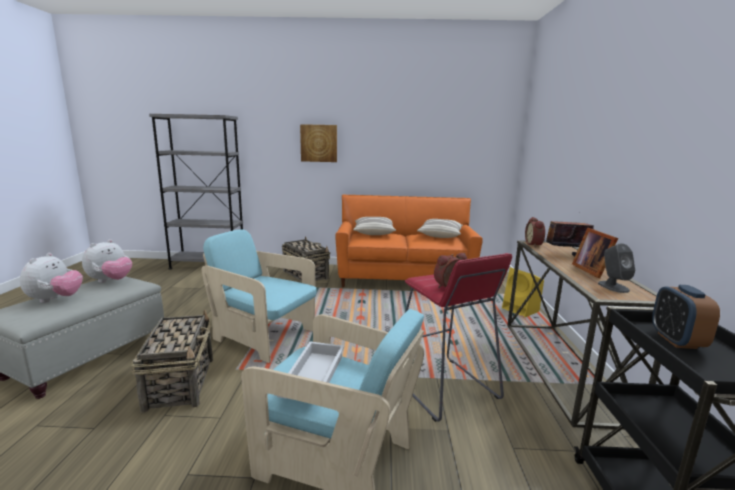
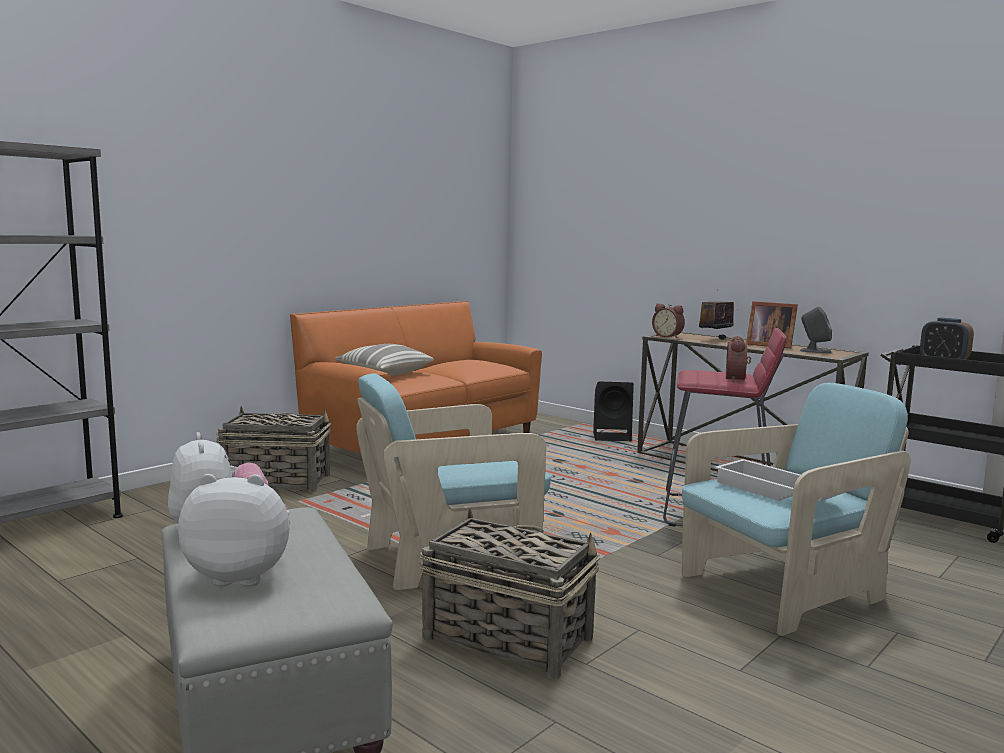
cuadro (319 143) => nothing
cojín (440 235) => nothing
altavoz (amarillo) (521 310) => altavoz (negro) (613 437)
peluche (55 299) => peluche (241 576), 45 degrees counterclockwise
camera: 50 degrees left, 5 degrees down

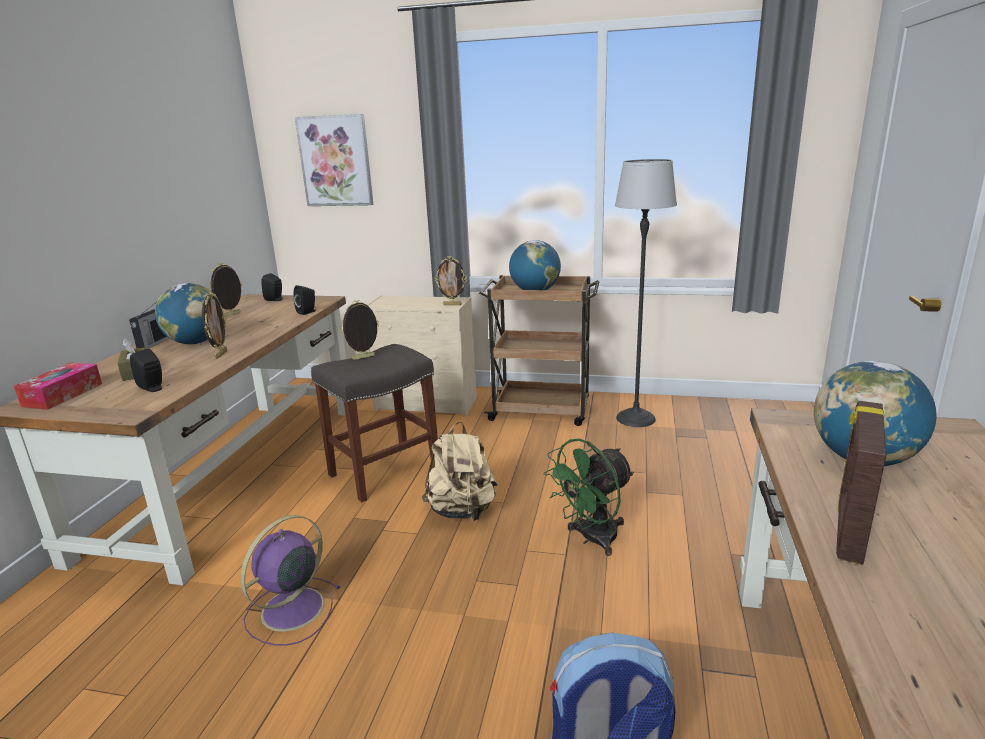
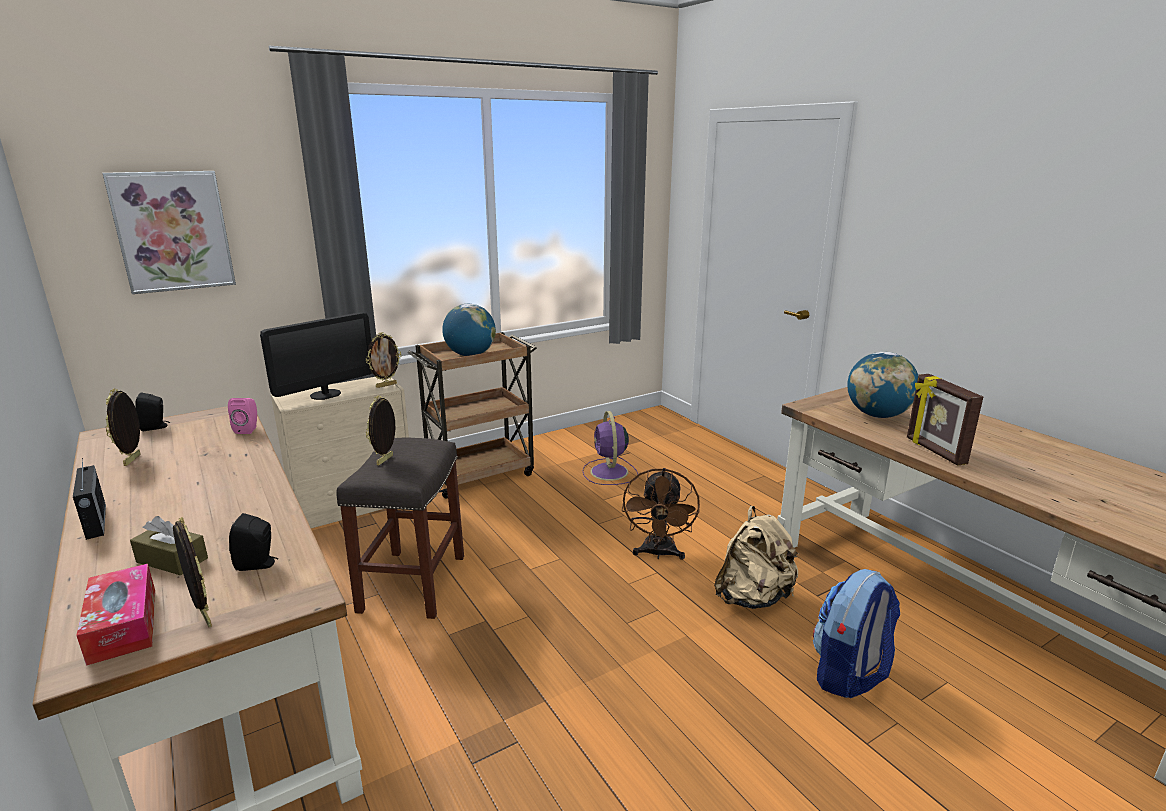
globo terráqueo (195 342) => nothing
lámpara de pie (636 418) => nothing
nothing => monitor (325 394)
portarretratos (220 354) => portarretratos (203 617), moved
ventilador (morado) (290 611) => ventilador (morado) (609 472), moved
mochila (beis) (462 511) => mochila (beis) (753 597), moved
altavoz (negro) (308 312) => altavoz (rosa) (248 429)
ventilador (verde) (591 539) => ventilador (marrón) (658 554)
camera: 45 degrees left, 0 degrees up

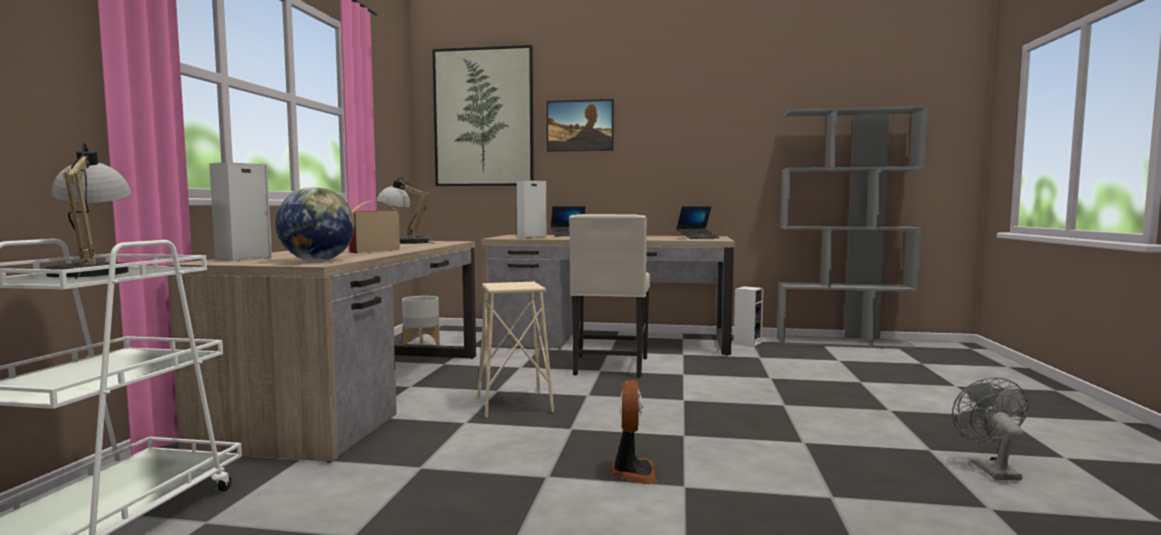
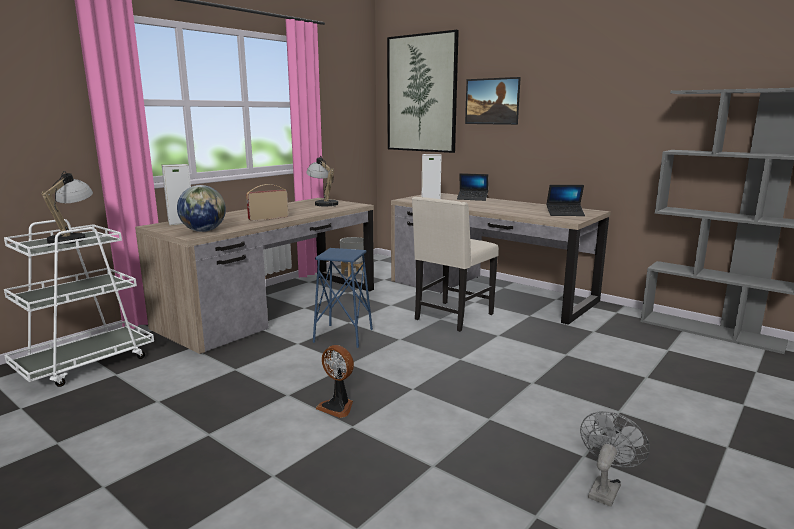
altavoz (747 342) => nothing
taburete (beis) (514 404) => taburete (azul) (343 336)
ventilador (633 472) => ventilador (337 407), 90 degrees clockwise
camera: 30 degrees right, 10 degrees up

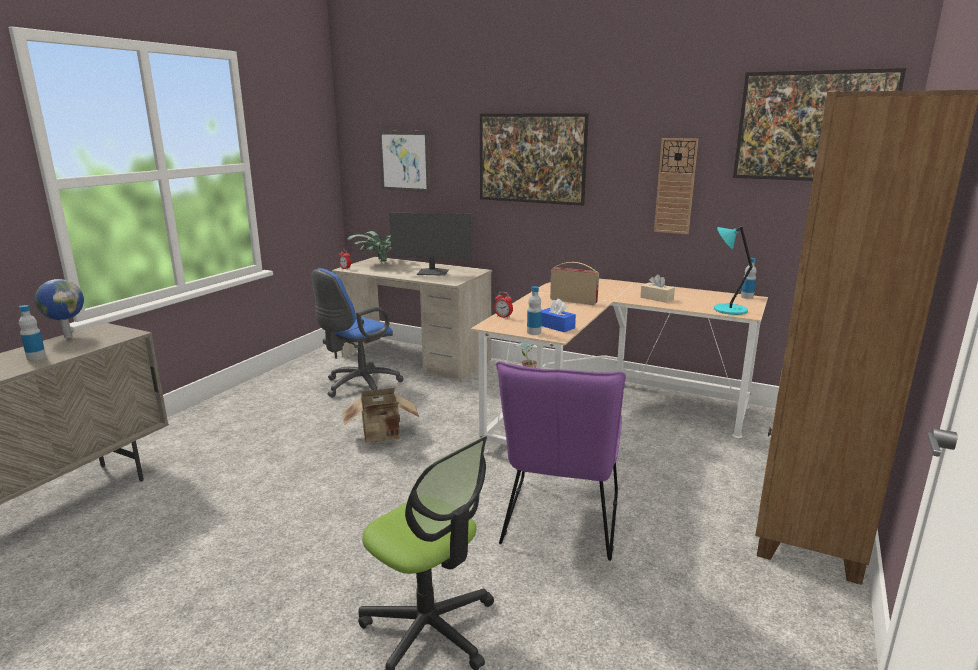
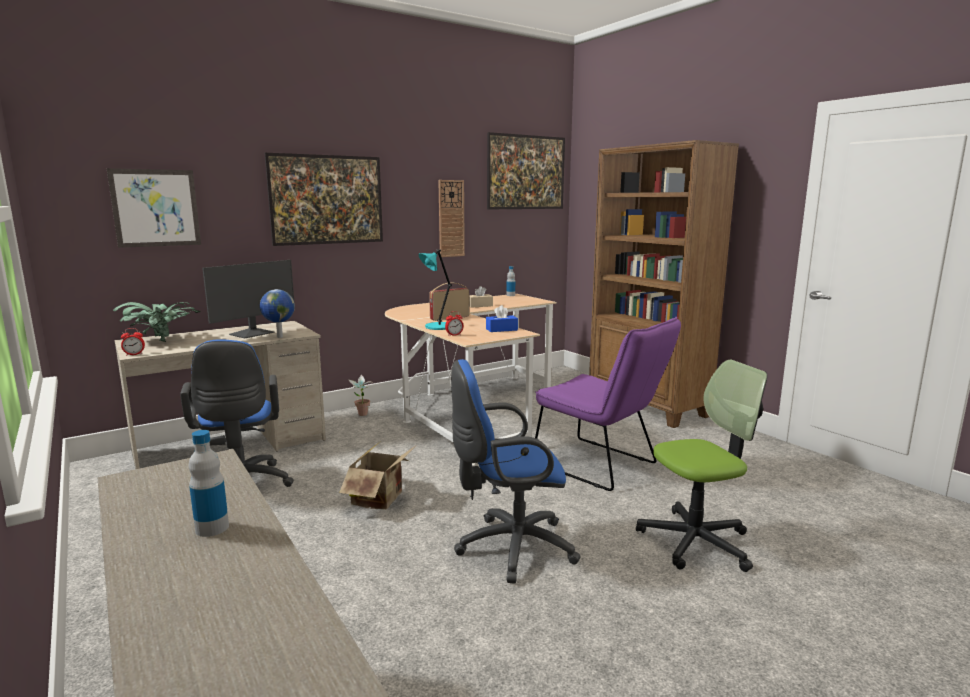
botella (534 332) => nothing
nothing => silla de oficina (azul) (509 548)
globo terráqueo (68 336) => globo terráqueo (279 337), moved
lámpara de mesa (turquesa) (728 310) => lámpara de mesa (turquesa) (438 327), moved
camera: 60 degrees left, 5 degrees down

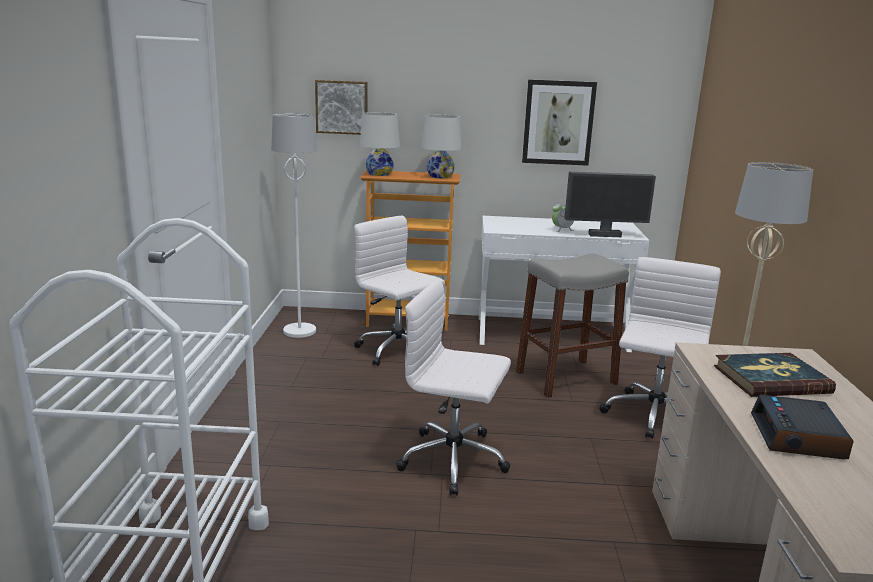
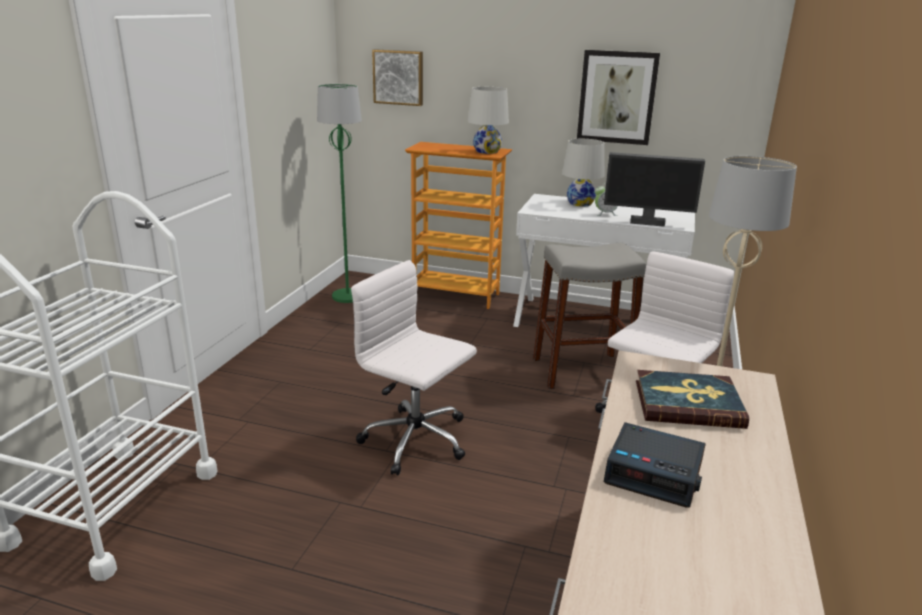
silla de oficina (blanco) (398 350) => nothing
lámpara de mesa (blanco) (379 174) => lámpara de mesa (blanco) (580 203), moved
lámpara de pie (blanco) (300 331) => lámpara de pie (verde) (348 296)
despertador (798 437) => despertador (655 473), 90 degrees counterclockwise
camera: 15 degrees right, 5 degrees up

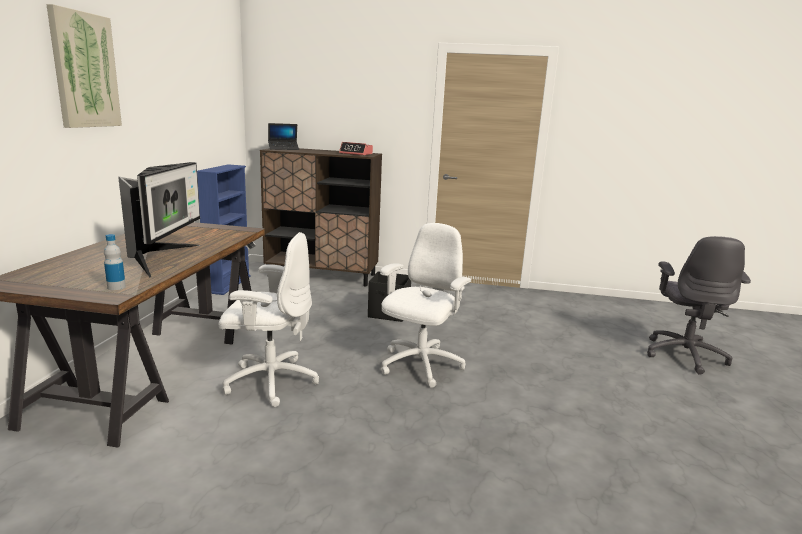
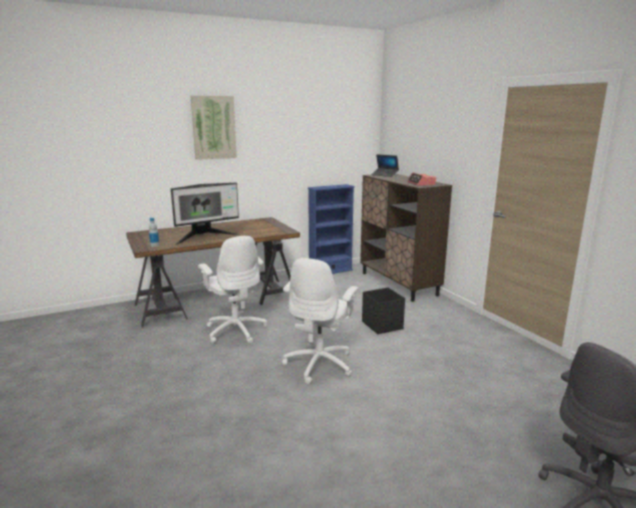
silla de oficina (blanco) (419 366) => silla de oficina (blanco) (320 364), 120 degrees clockwise
camera: 55 degrees right, 0 degrees up

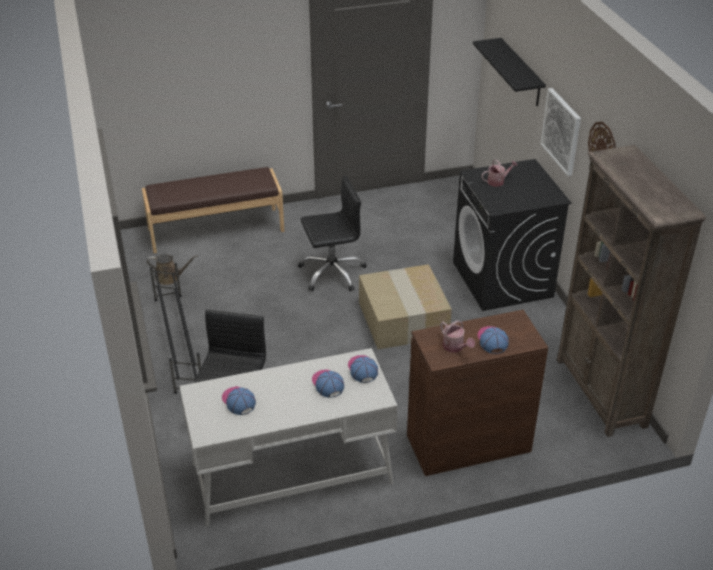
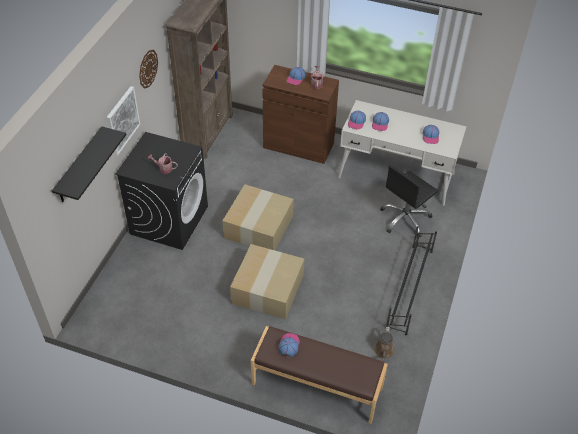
nothing => gorra (289 345)
silla de oficina (negro) (332 272) => caja de cartón (267 288)
regadera (marrón) (170 277) => regadera (marrón) (384 351), 120 degrees counterclockwise
camera: 145 degrees left, 10 degrees up

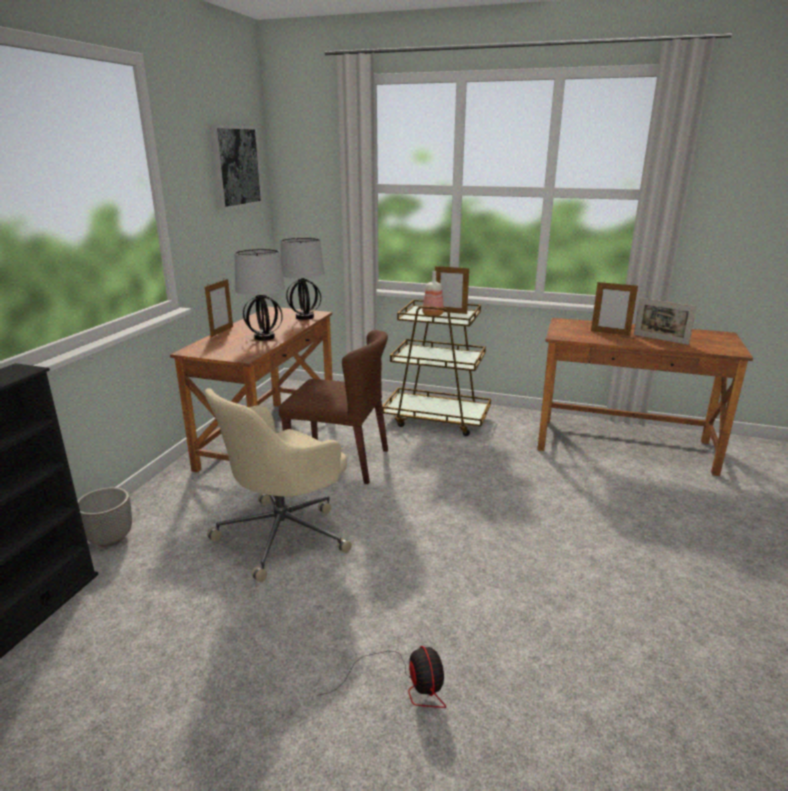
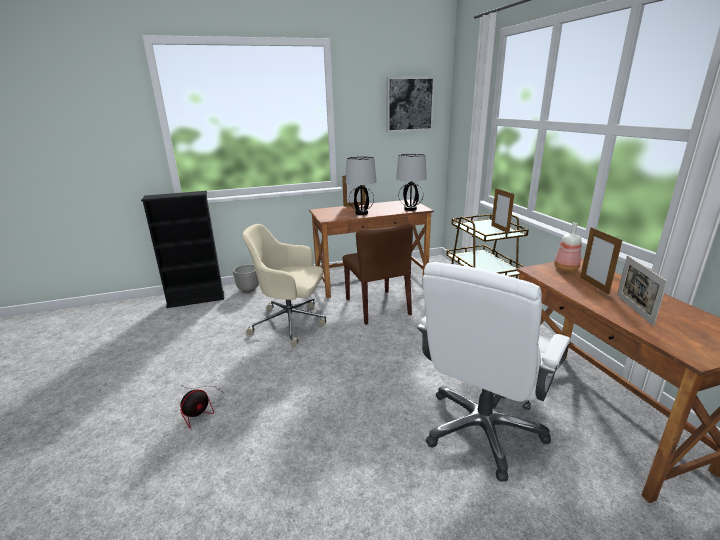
nothing => silla de oficina (blanco) (482 430)
botella (432 315) => botella (565 268), moved
camera: 55 degrees right, 0 degrees up

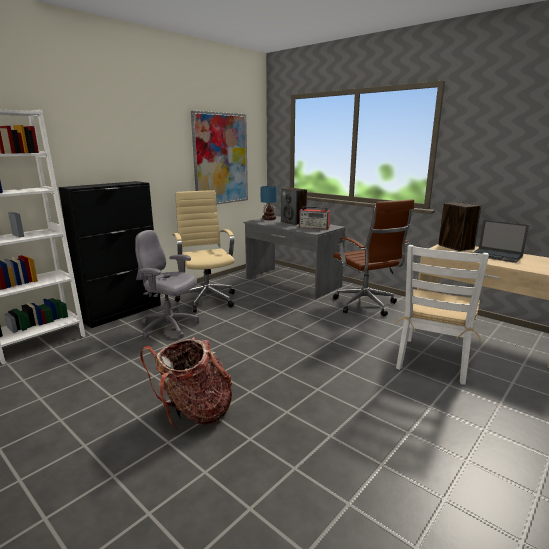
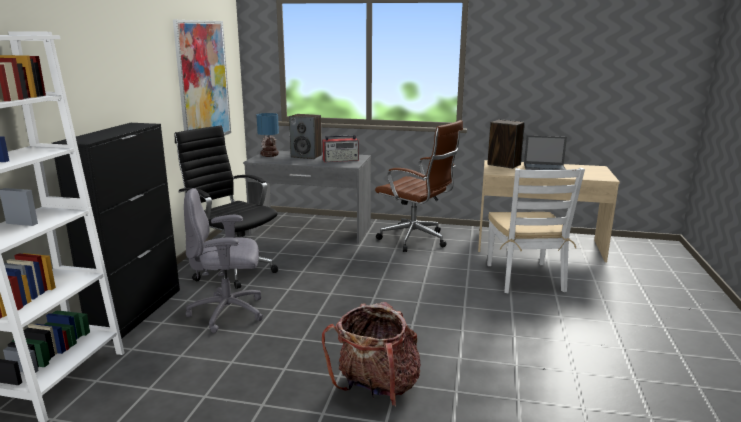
silla de oficina (beis) (206 299) => silla de oficina (negro) (232 270)
camera: 30 degrees left, 0 degrees up

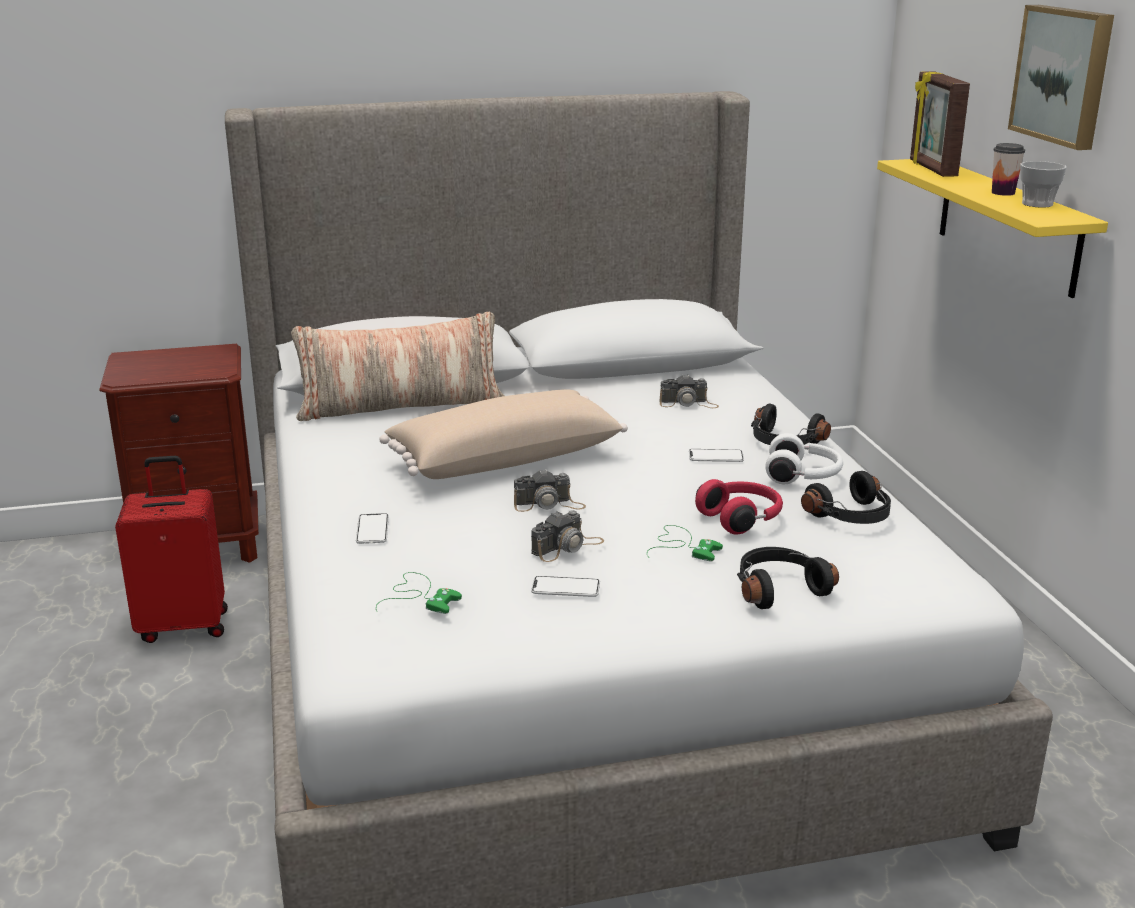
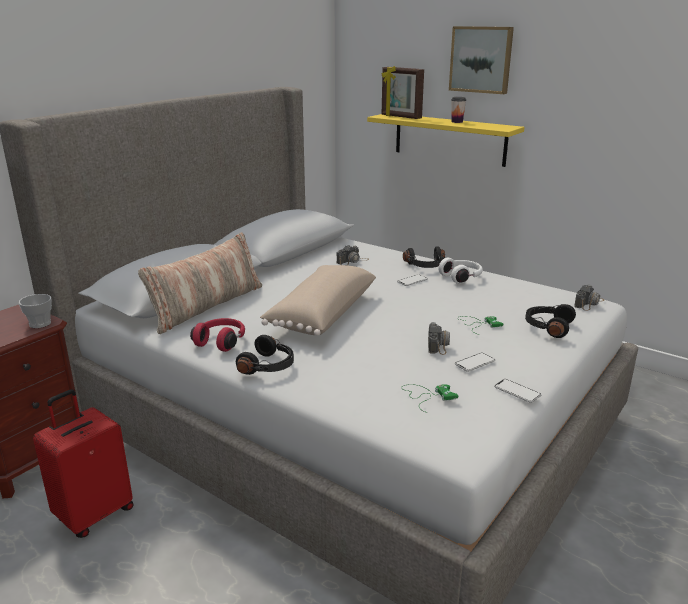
móvil (372 530) => móvil (517 391), moved
cámara (549 504) => cámara (589 303), moved
auriculares (rojo) (741 519) => auriculares (rojo) (221 341), moved
auriculares (negro) (852 516) => auriculares (negro) (269 366), moved
taza (1037 204) => taza (40 323), moved
camera: 40 degrees left, 0 degrees up

